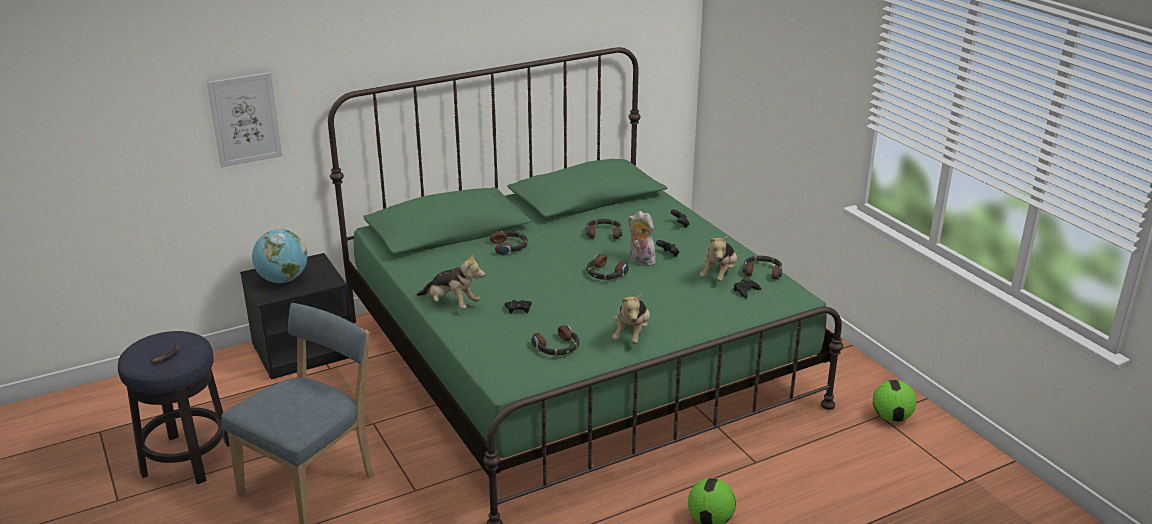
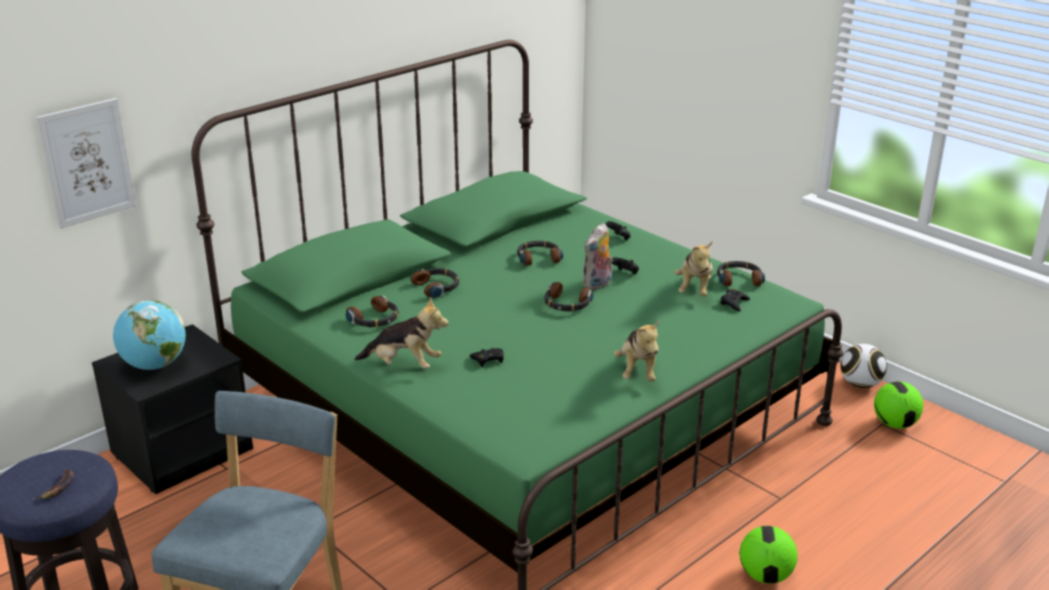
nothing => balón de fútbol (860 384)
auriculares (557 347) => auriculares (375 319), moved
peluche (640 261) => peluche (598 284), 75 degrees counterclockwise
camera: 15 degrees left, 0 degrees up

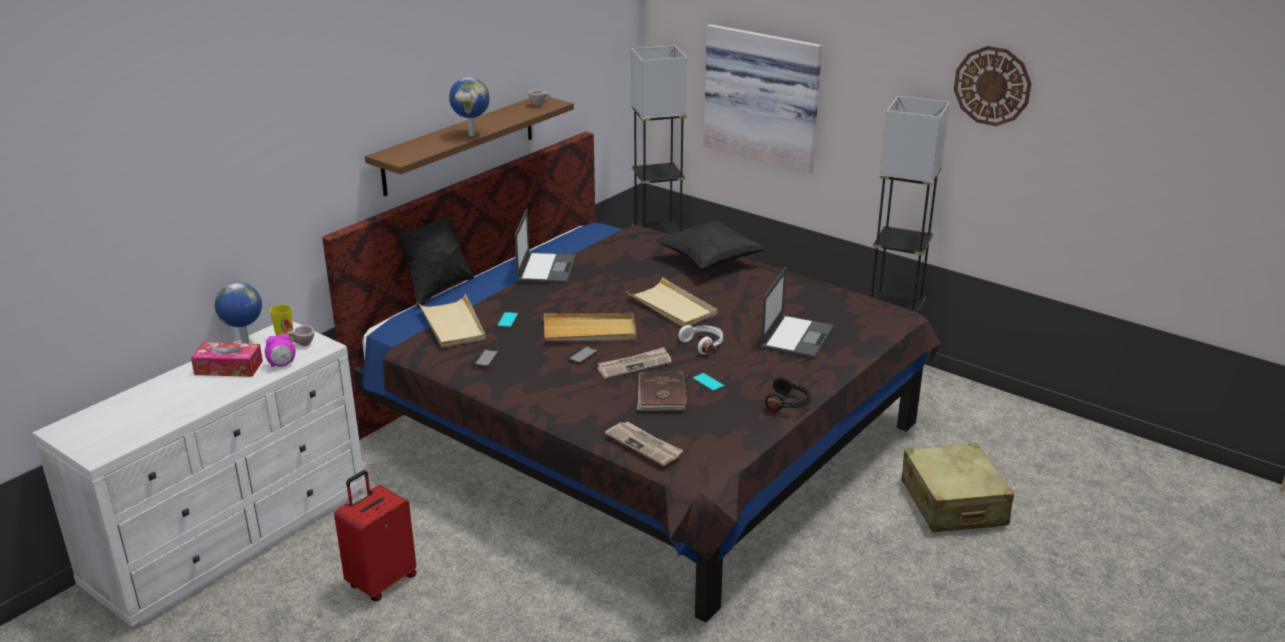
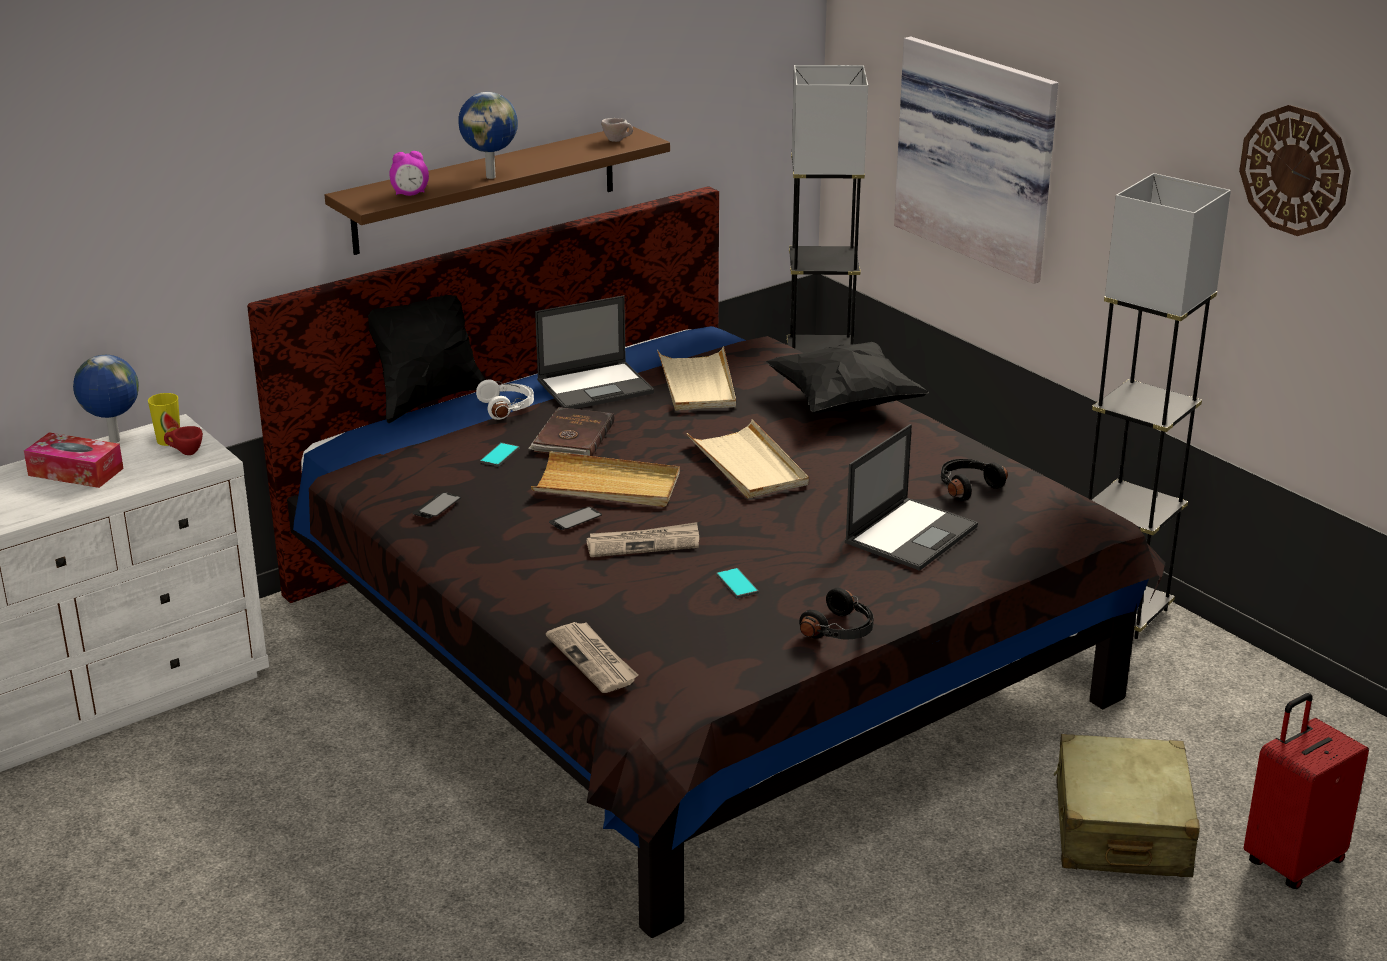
nothing => auriculares (negro) (967 486)
despertador (282 365) => despertador (410 194), moved
maleta (rojo) (381 581) => maleta (rojo) (1292 861), moved
bandeja (beis) (453 324) => bandeja (beis) (697 384), moved
libro (marrón) (661 395) => libro (marrón) (572 437), moved
auriculares (blanco) (703 344) => auriculares (blanco) (507 408), moved
taza (beis) (302 345) => taza (rojo) (185 453)
portátil (546 268) => portátil (596 386), 45 degrees clockwise
camera: 15 degrees right, 0 degrees up

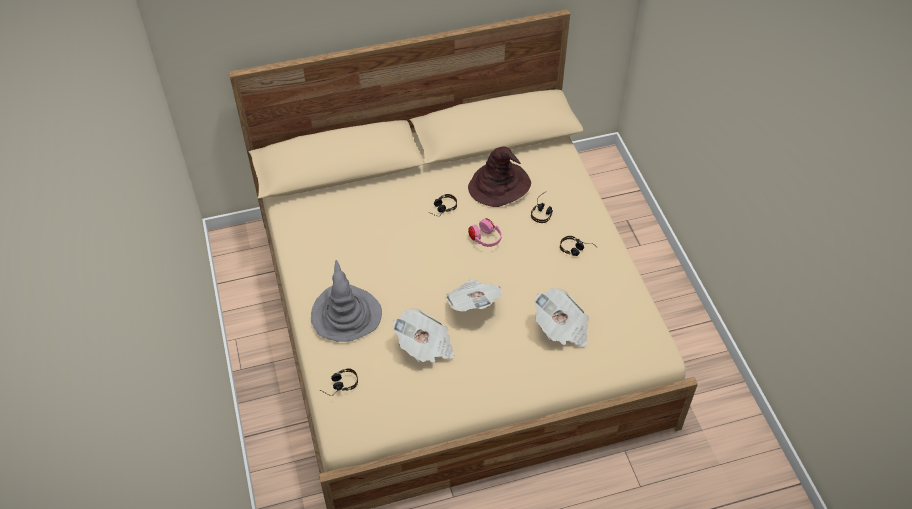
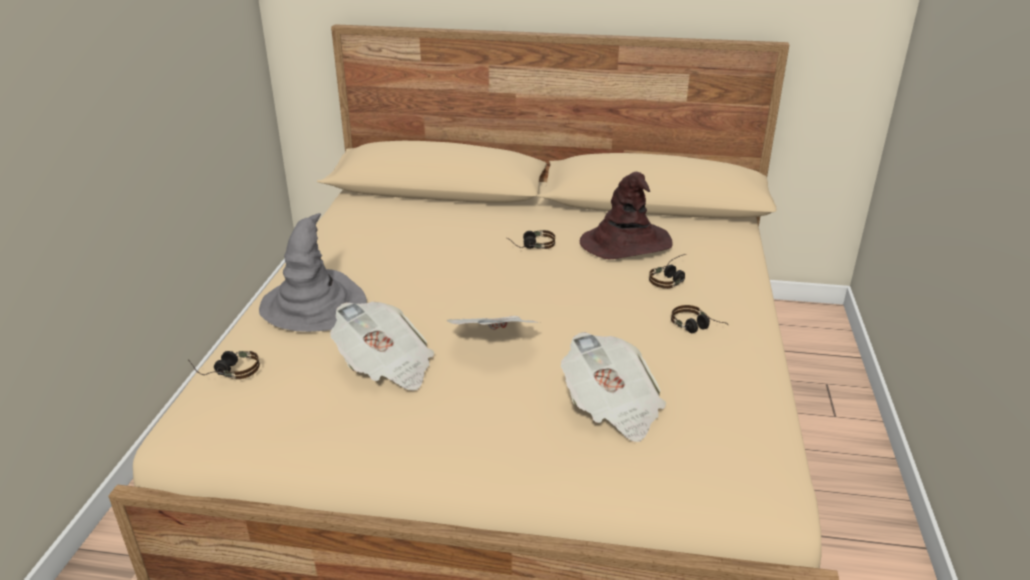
auriculares (rosa) (485 239) => nothing
camera: 25 degrees right, 20 degrees down

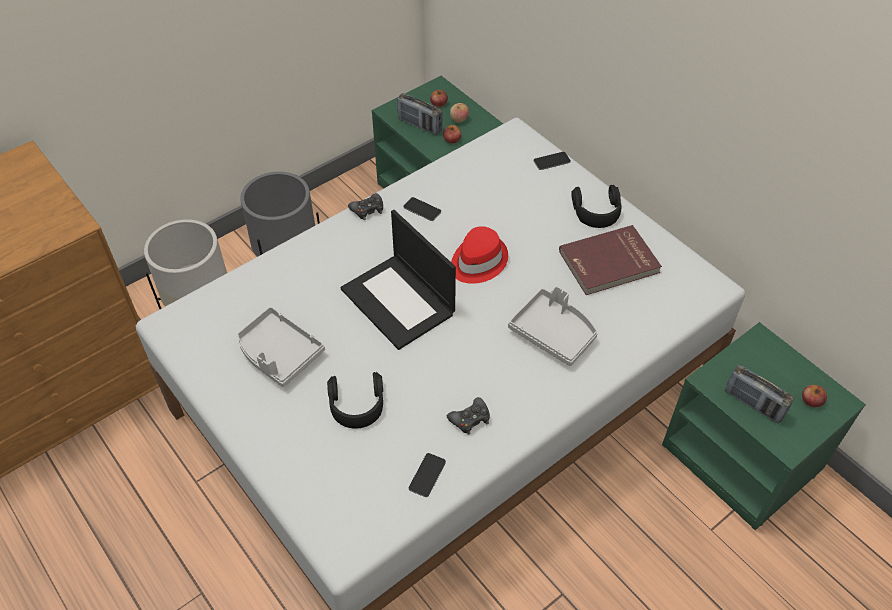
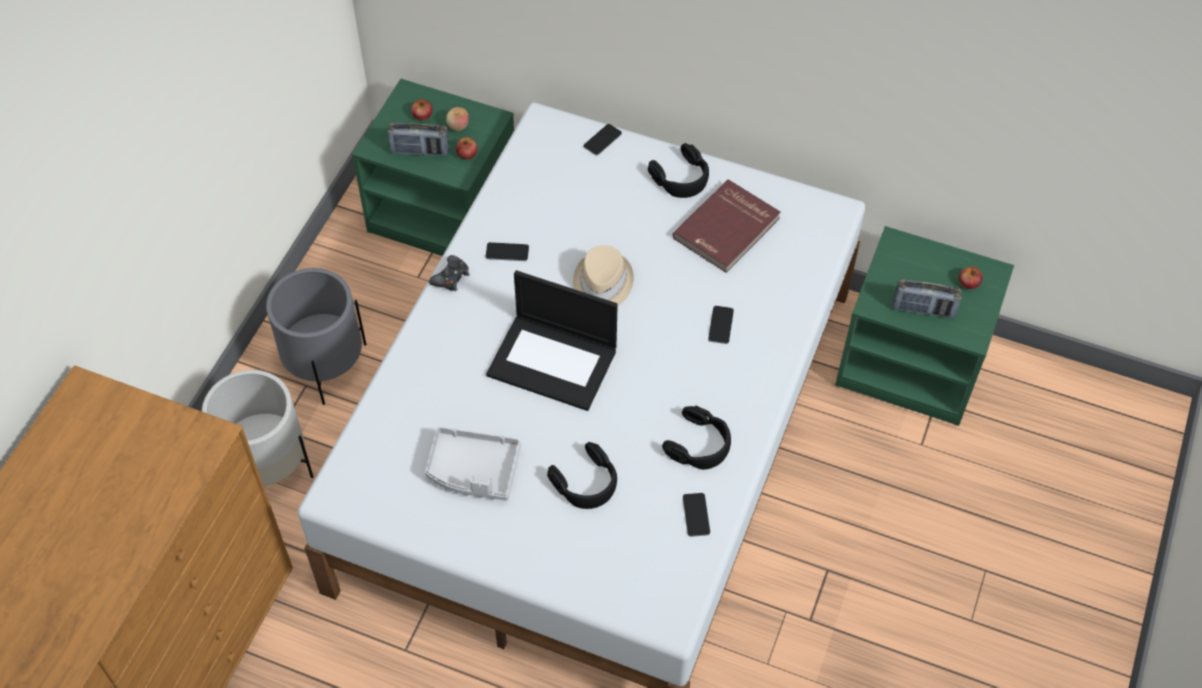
mando de consola (negro) (470 419) => auriculares (negro) (699 444)
bandeja (gris) (553 333) => móvil (720 325)
sombrero (rojo) (477 261) => sombrero (beis) (601 284)
camera: 30 degrees left, 5 degrees up

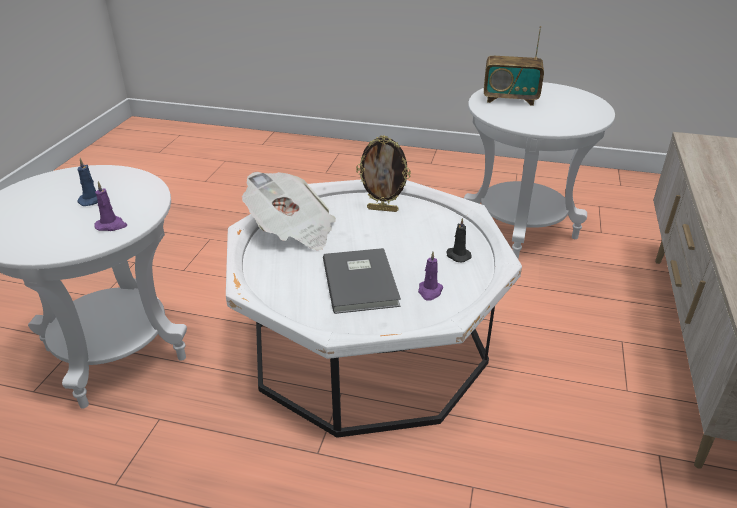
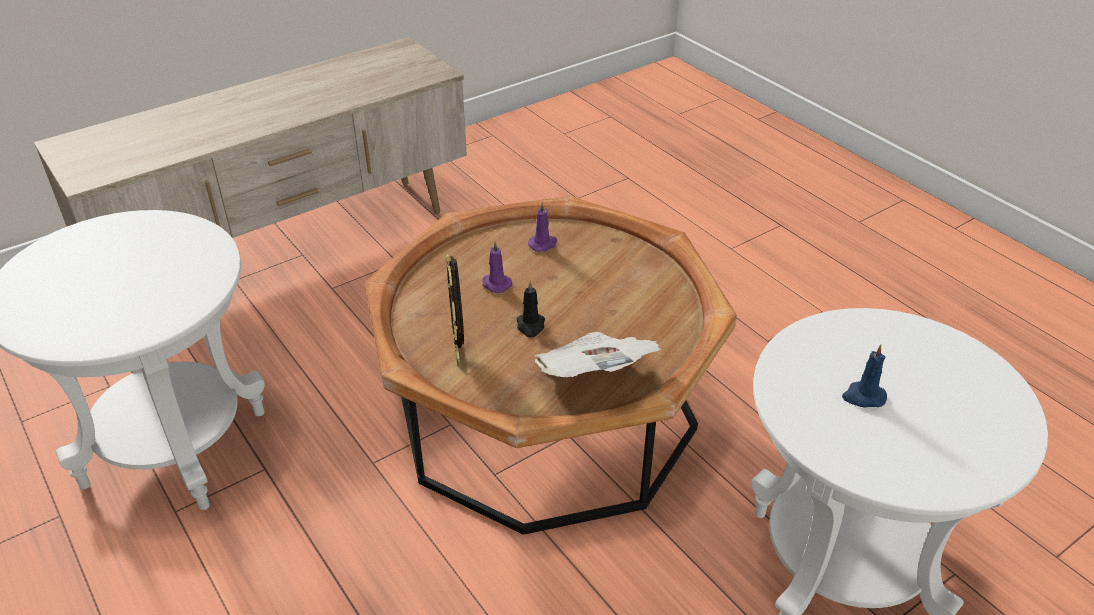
libro (gris) (362 281) => nothing
radio (510 99) => nothing
vela (morado) (111 225) => vela (morado) (495 284), moved
vela (negro) (457 255) => vela (negro) (530 326), moved
mesa de centro (blanco) (368 344) => mesa de centro (marrón) (547 413)
portarretratos (383 209) => portarretratos (458 352), 150 degrees counterclockwise
camera: 140 degrees left, 5 degrees up

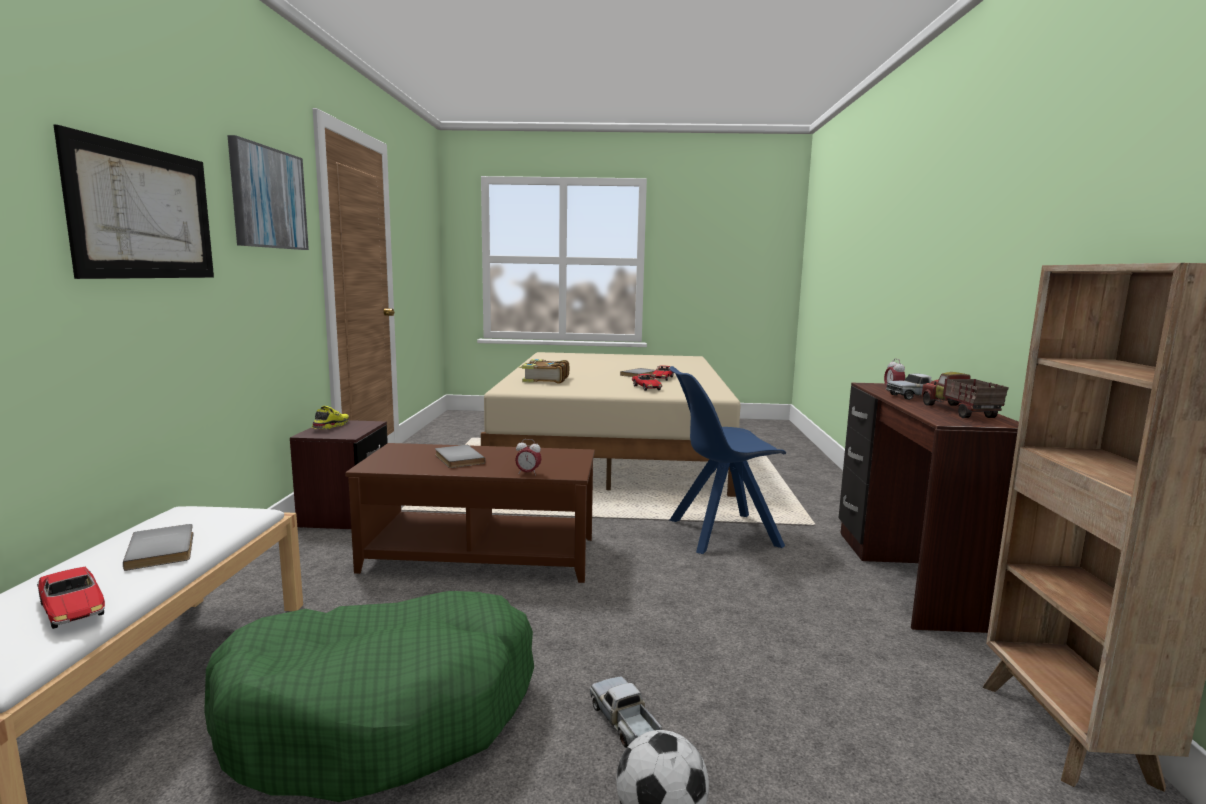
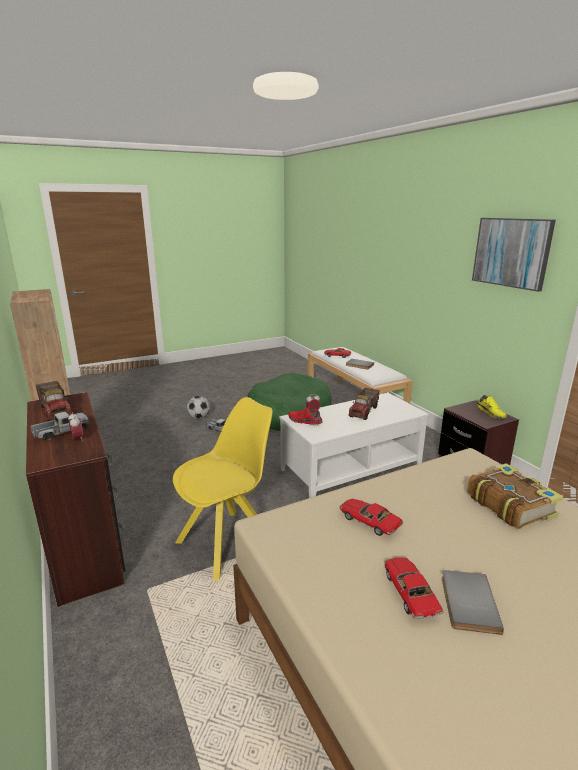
cuadro (144 213) => nothing
nothing => zapato (rojo) (304 421)
libro (gris) (457 459) => camión de juguete (364 412)
mesa de centro (marrón) (481 554) => mesa de centro (blanco) (352 468)
silla (azul) (720 533) => silla (amarillo) (228 542)
camera: 150 degrees right, 10 degrees up

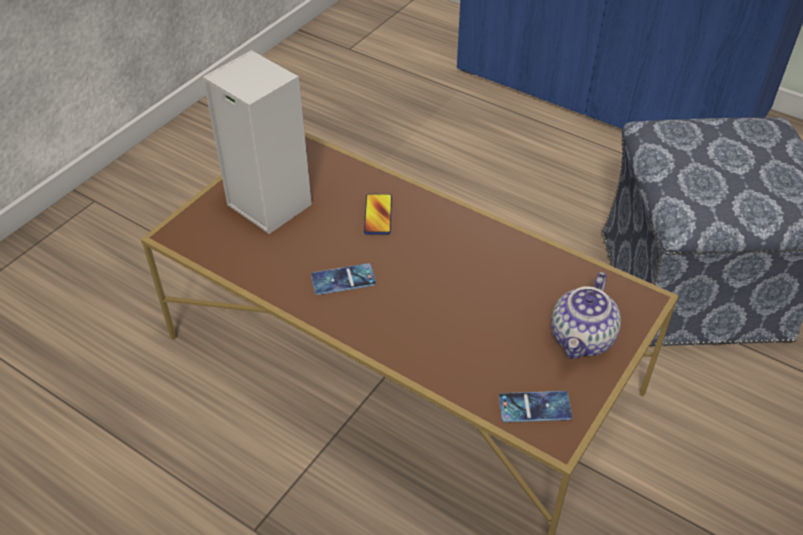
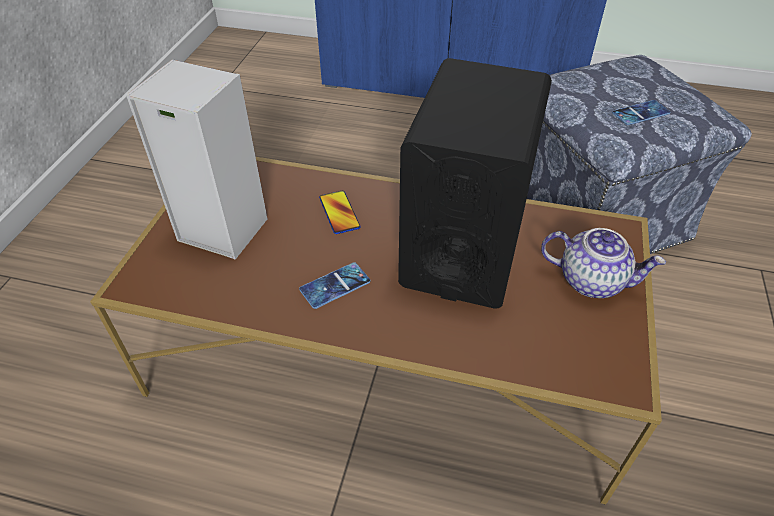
nothing => altavoz (negro) (463 249)
móvil (535 407) => móvil (640 113), moved
tetera (582 339) => tetera (592 280), 75 degrees counterclockwise
camera: 20 degrees left, 0 degrees up

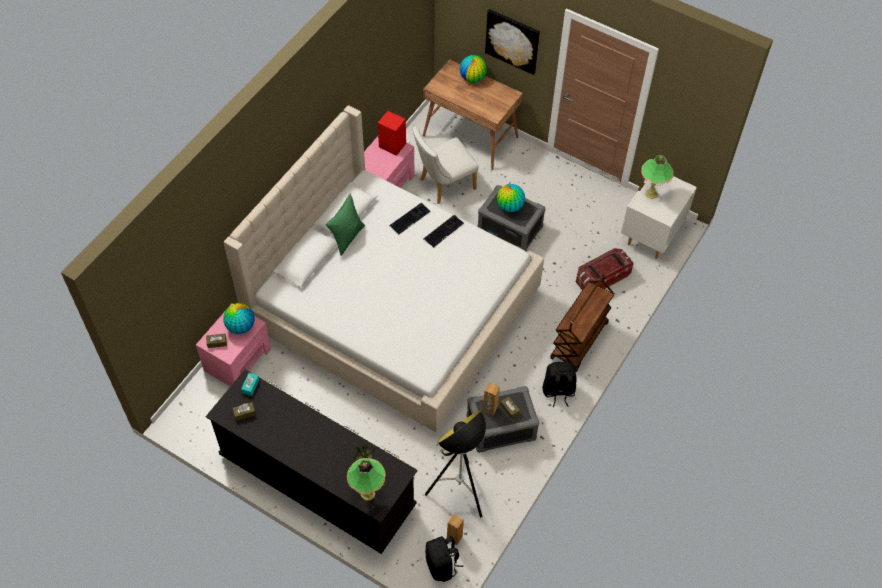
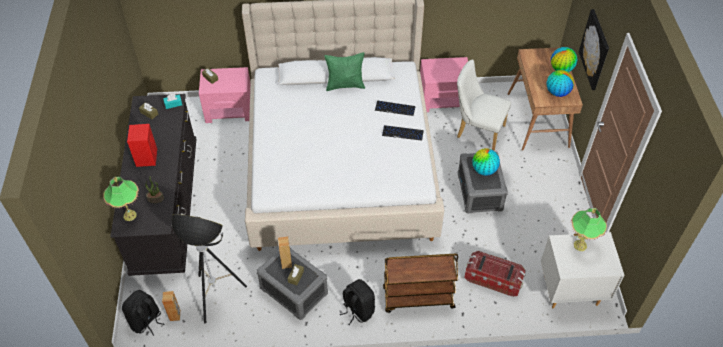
globo terráqueo (240 326) => globo terráqueo (557 92), moved
altavoz (rojo) (391 145) => altavoz (rojo) (146 157), moved
camera: 55 degrees right, 5 degrees down

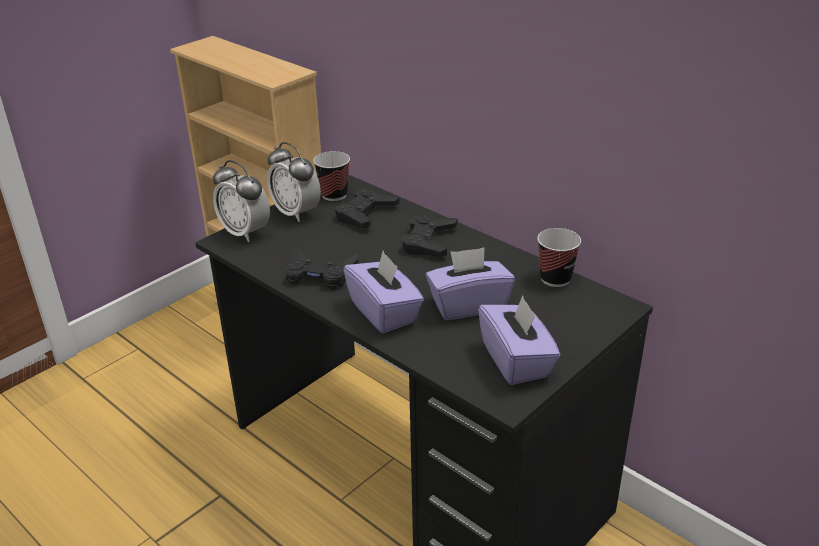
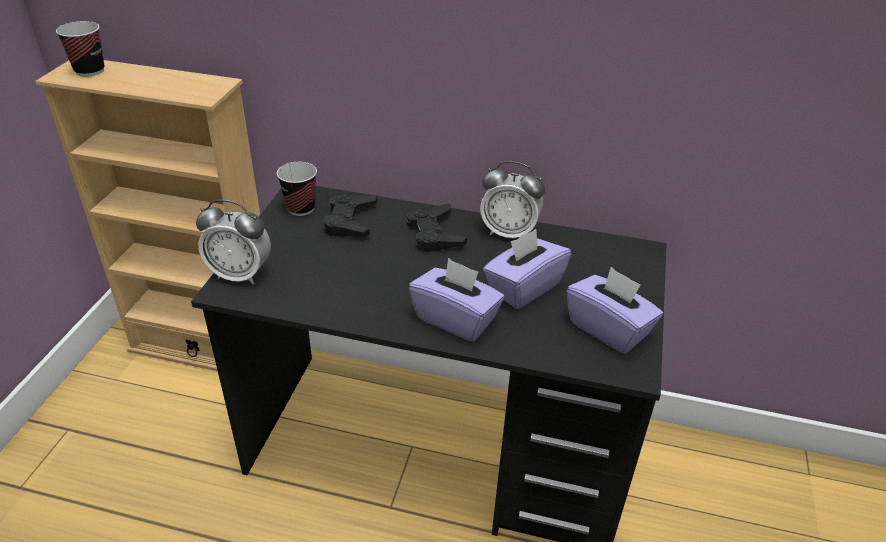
mando de consola (negro) (320 274) => nothing
despertador (296 213) => despertador (509 232), moved
taza (555 279) => taza (90 71), moved
camera: 30 degrees left, 5 degrees up

